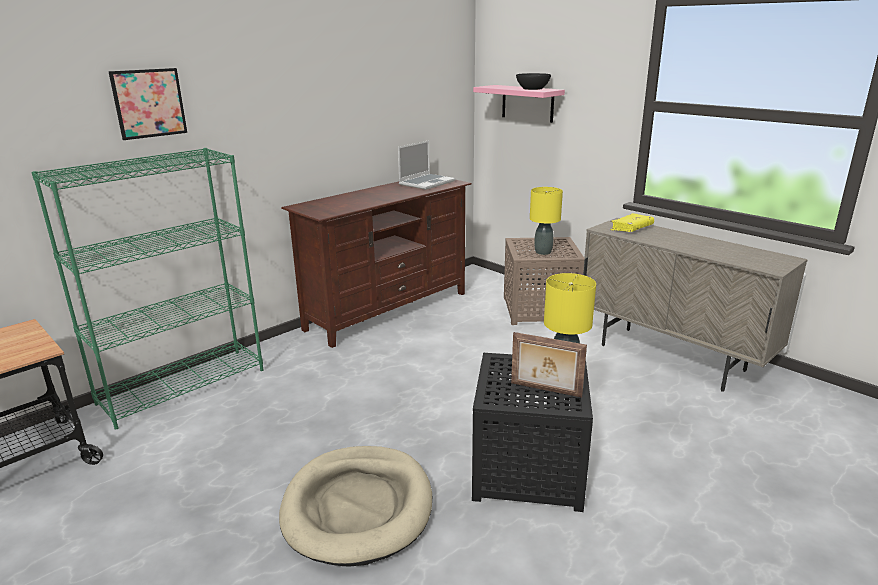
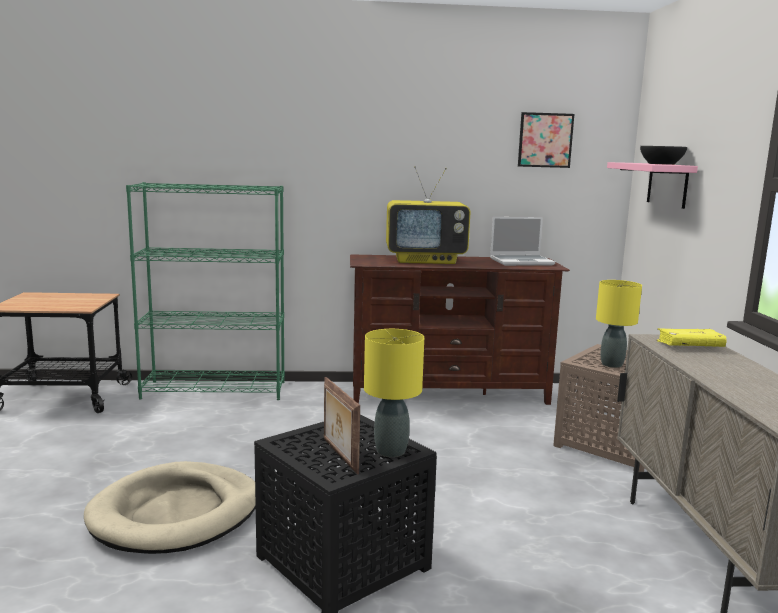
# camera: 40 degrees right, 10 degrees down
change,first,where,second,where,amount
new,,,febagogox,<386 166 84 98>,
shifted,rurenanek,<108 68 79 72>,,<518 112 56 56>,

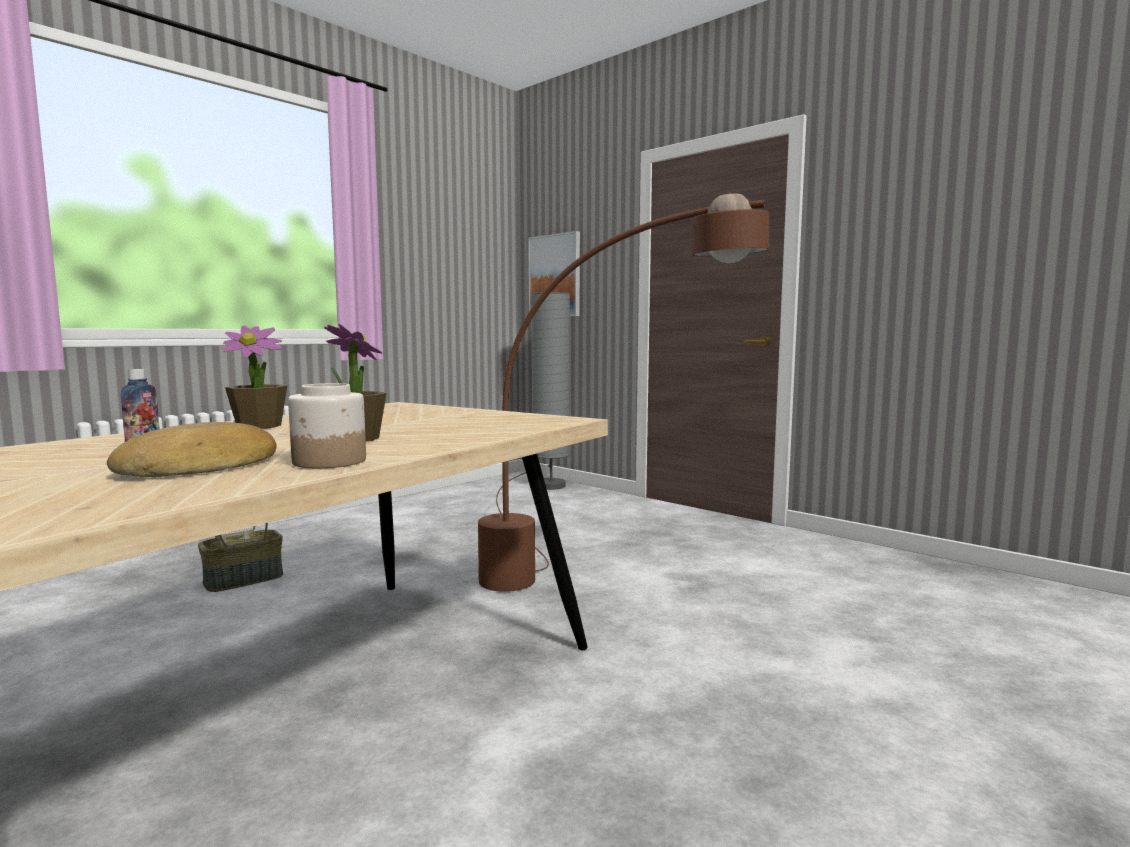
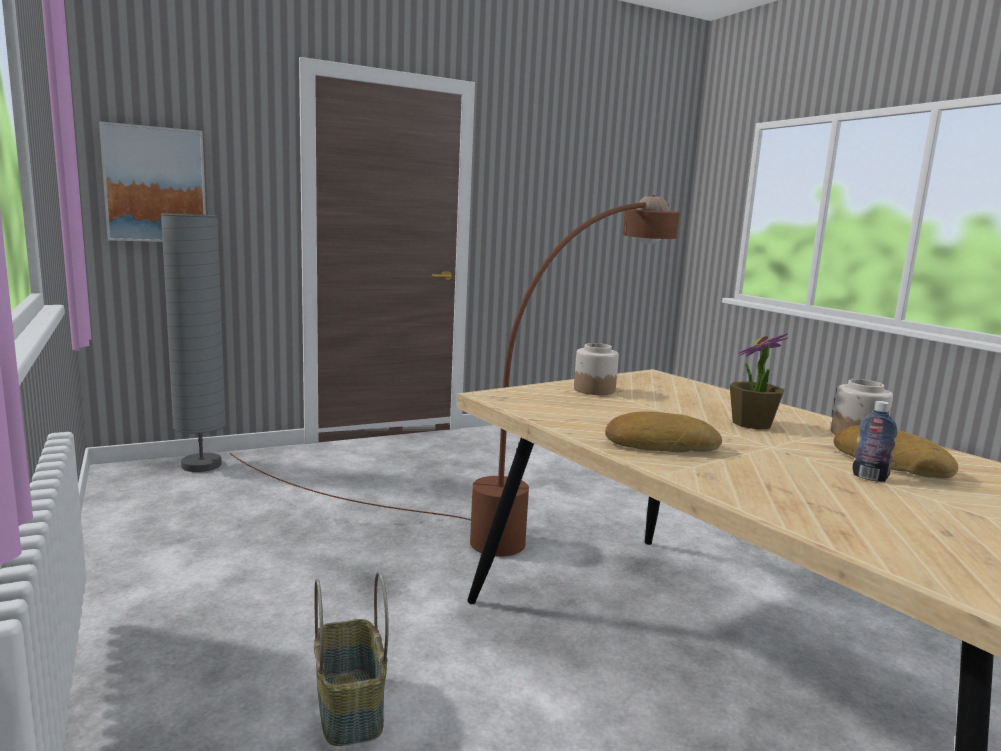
# camera: 70 degrees left, 5 degrees up
change,first,where,second,where,amount
new,,,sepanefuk,<574 343 45 52>,
swapped,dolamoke,<223 325 65 104>,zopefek,<605 411 117 41>,

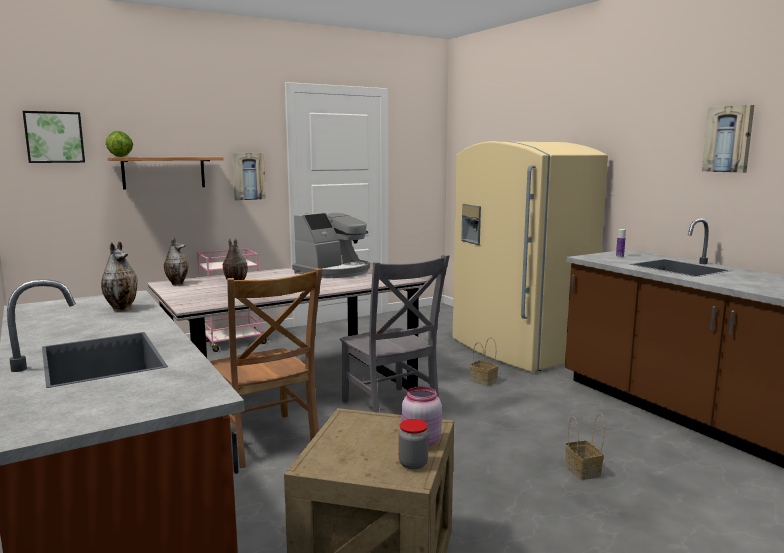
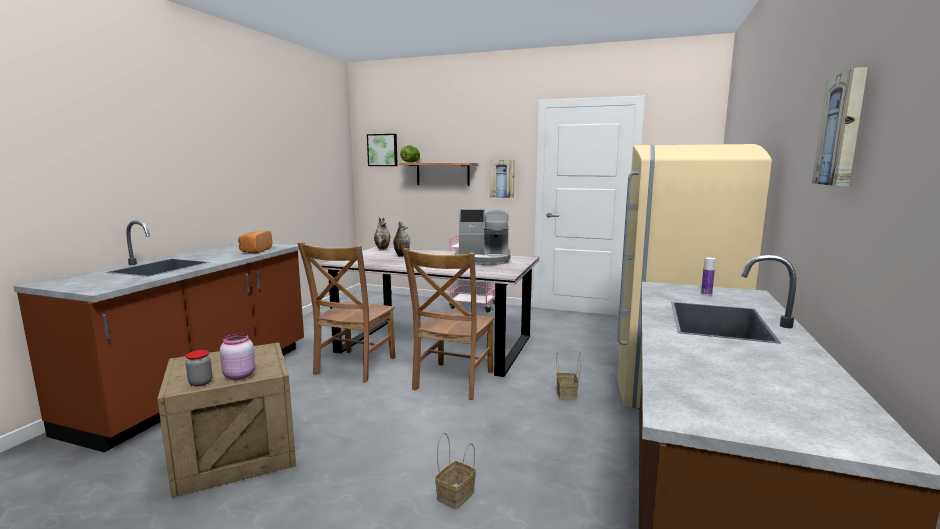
# camera: 50 degrees right, 0 degrees up
change,first,where,second,where,amount
swapped,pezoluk,<101 241 37 70>,zopefek,<238 230 34 23>,
repainted,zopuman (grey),<339 255 111 158>,zopuman (brown),<402 248 93 152>,

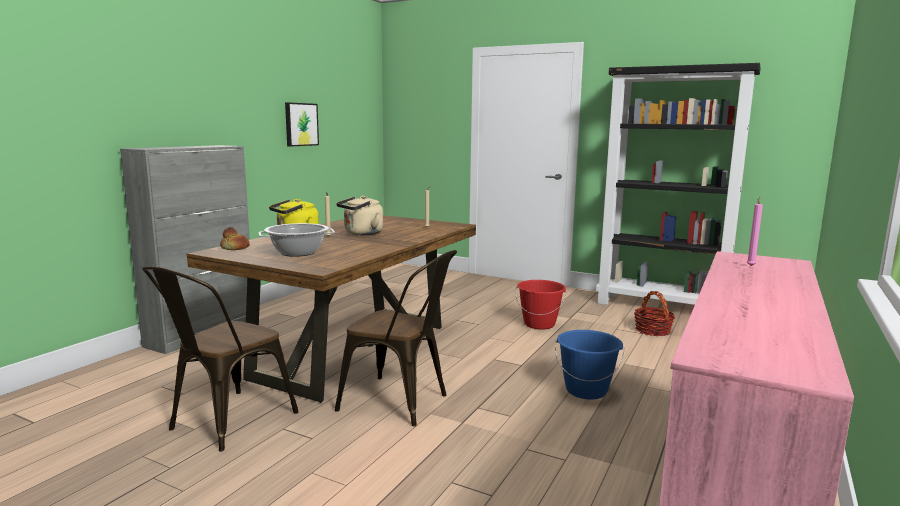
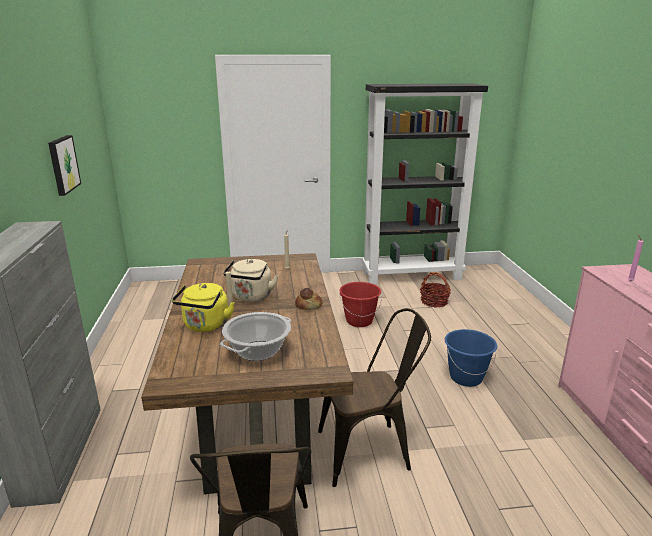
# camera: 35 degrees left, 10 degrees up
change,first,where,second,where,amount
shifted,zopefek,<220 227 30 23>,,<295 288 27 22>,

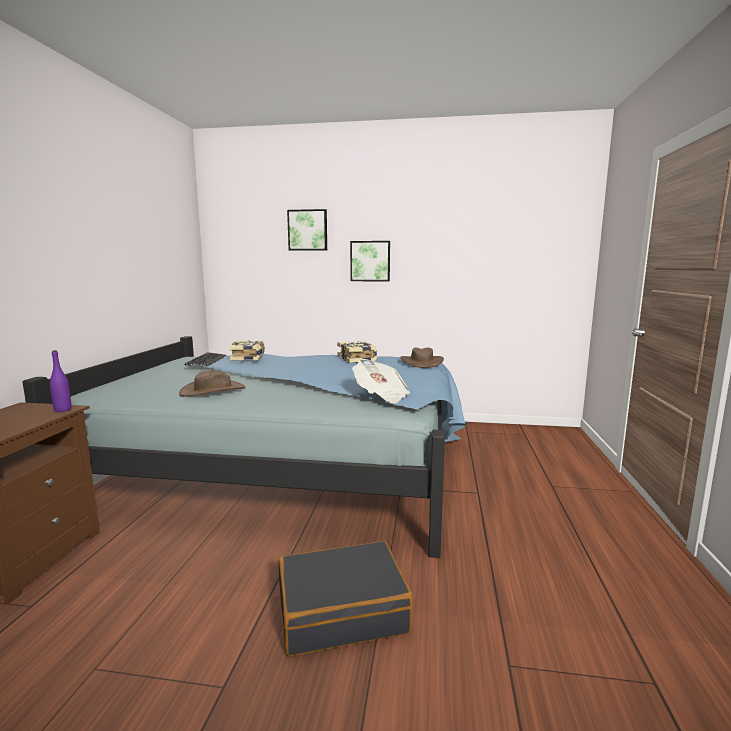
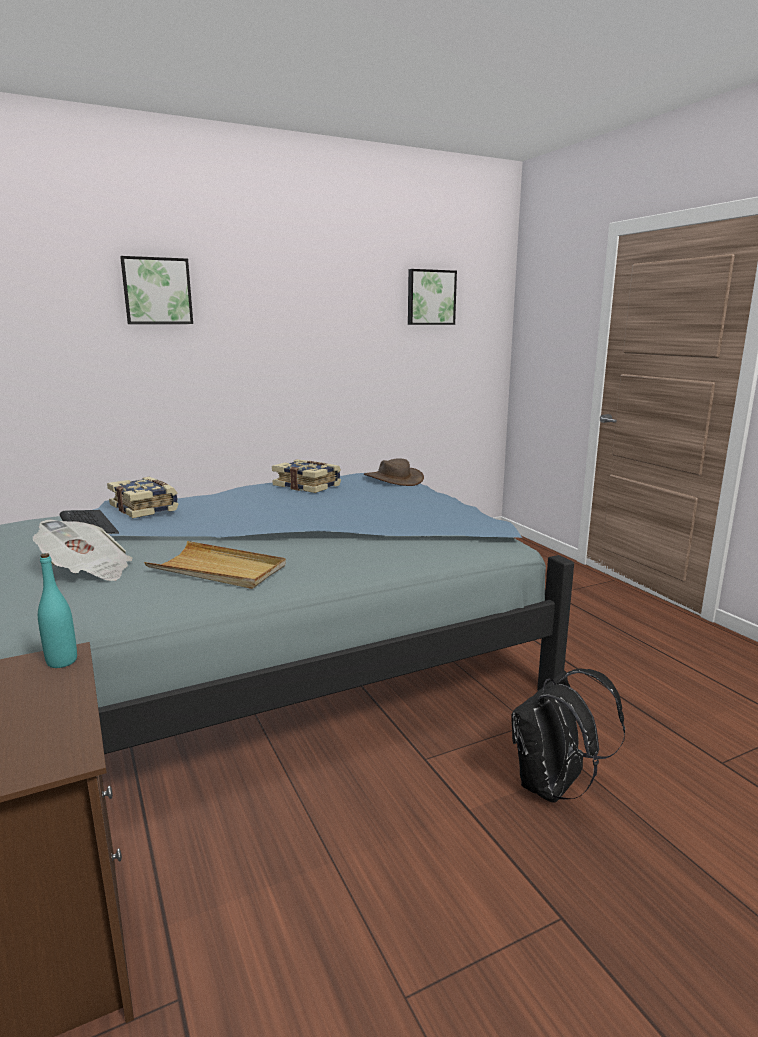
# camera: 35 degrees left, 5 degrees up
change,first,where,second,where,amount
shifted,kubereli,<352 359 58 45>,,<33 520 99 61>,
repainted,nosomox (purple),<50 350 21 62>,nosomox (turquoise),<38 553 39 115>,
swapped,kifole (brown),<179 370 67 27>,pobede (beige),<144 541 142 48>,
shifted,rurenanek,<350 241 40 40>,,<408 269 49 56>,
swapped,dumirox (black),<278 541 135 116>,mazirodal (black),<512 669 113 134>,

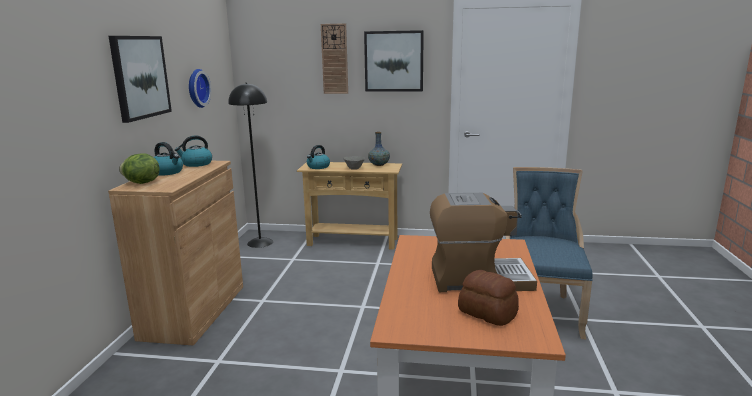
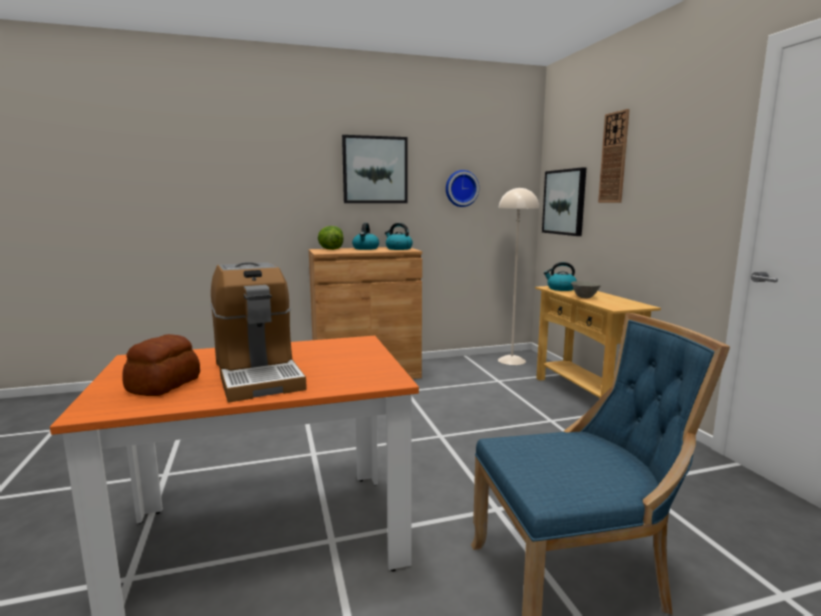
# camera: 65 degrees right, 5 degrees down
change,first,where,second,where,amount
repainted,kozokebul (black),<228 83 45 165>,kozokebul (beige),<498 187 41 178>,
shifted,rurenanek,<364 30 60 62>,,<542 168 44 68>,
gone,pezoluk,<368 132 22 34>,,,

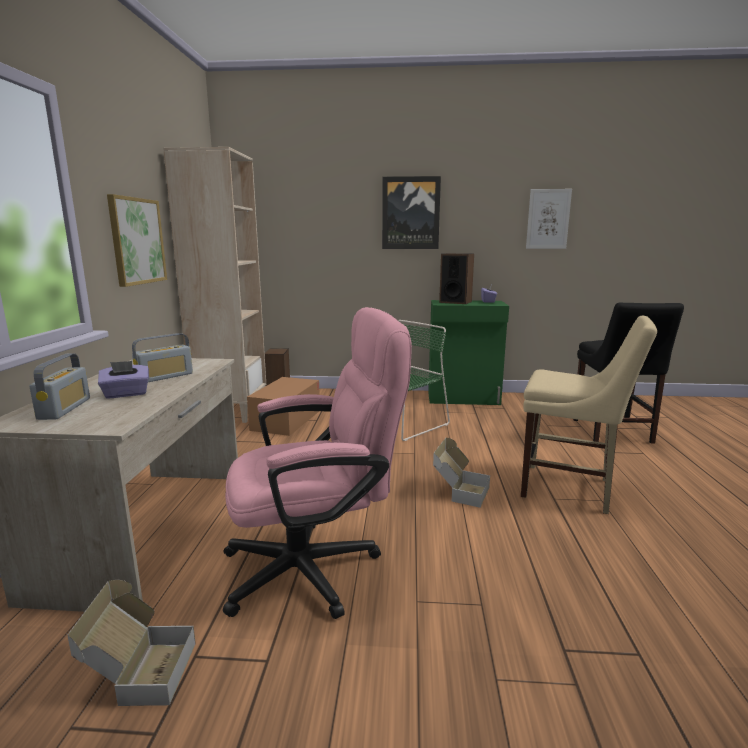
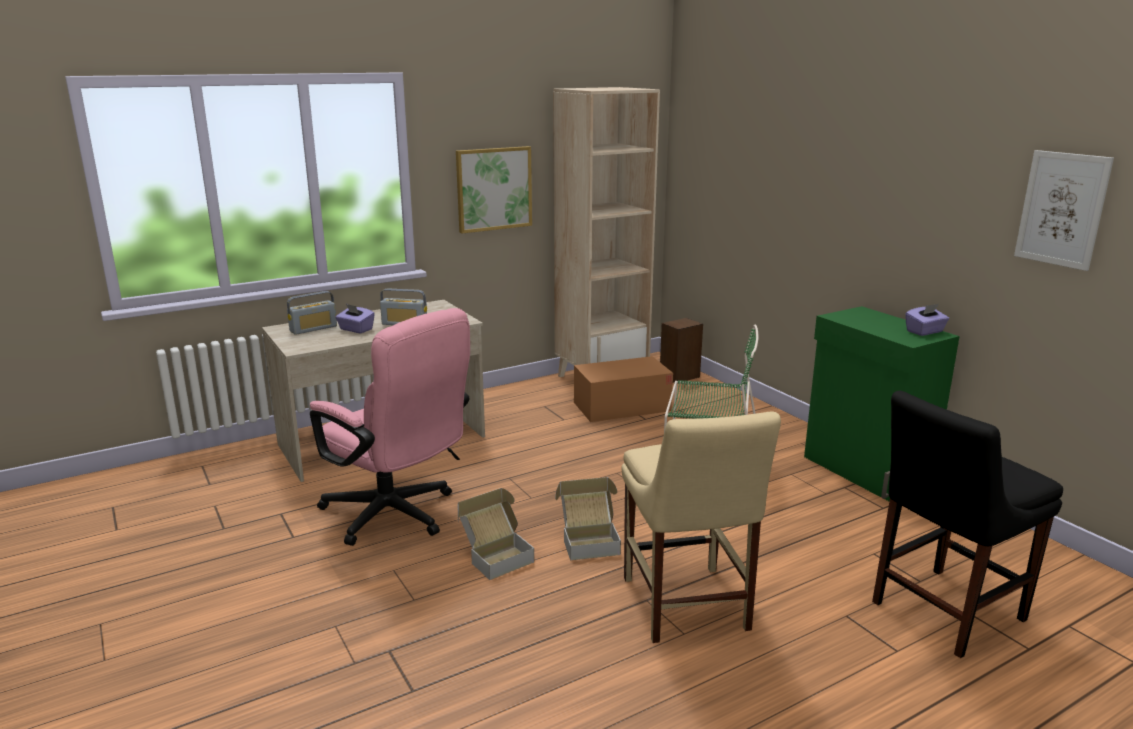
# camera: 55 degrees right, 5 degrees up
change,first,where,second,where,amount
shifted,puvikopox,<67 580 129 126>,,<458 488 76 92>,
gone,rurenanek,<382 176 59 73>,,,
gone,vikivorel,<439 253 35 51>,,,

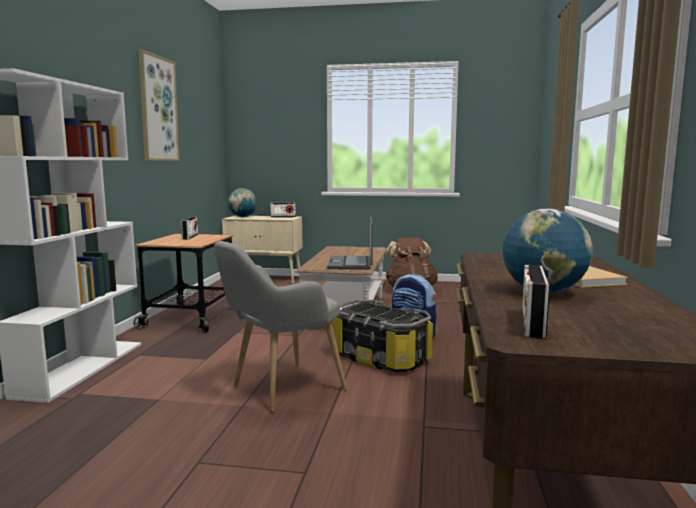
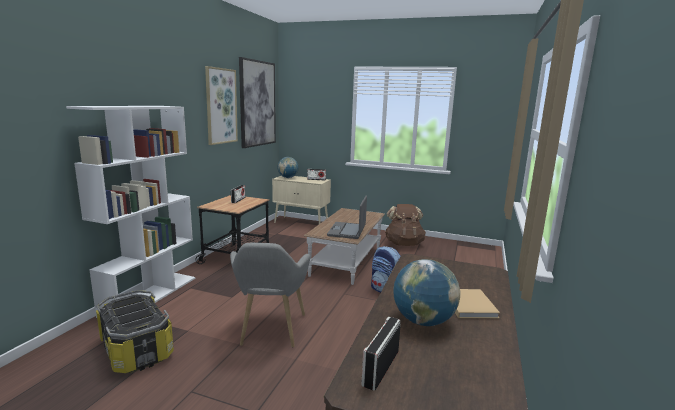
# camera: 10 degrees right, 5 degrees up
change,first,where,second,where,amount
shifted,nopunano,<333 300 100 72>,,<96 290 78 83>,
rotated,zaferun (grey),<214 241 133 171>,,<230 243 80 104>,60 degrees counterclockwise
new,,,rurenanek,<239 57 37 91>,

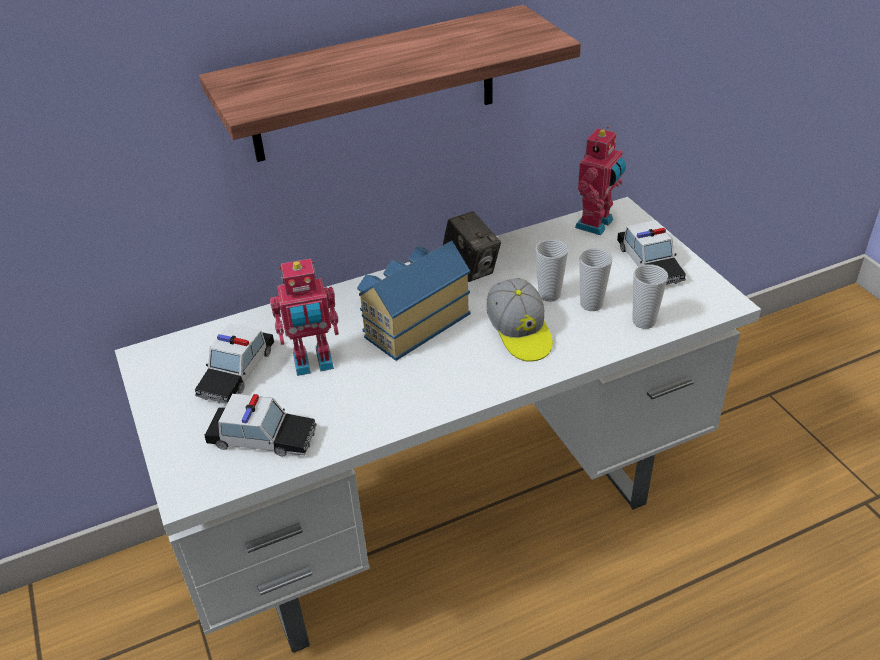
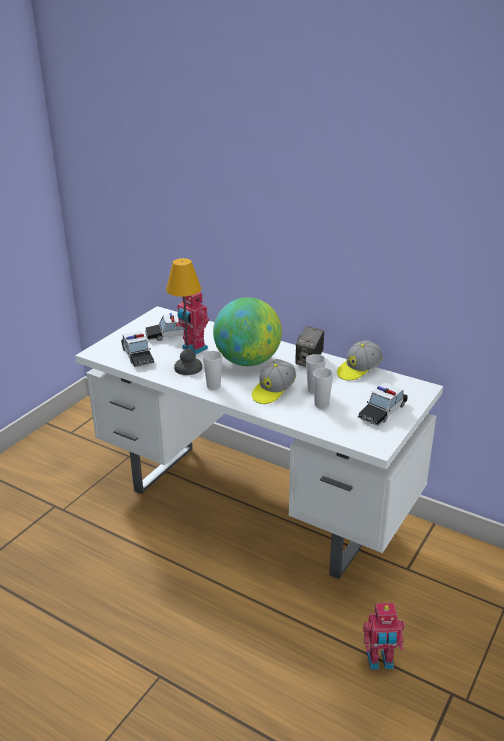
# camera: 55 degrees right, 10 degrees down
change,first,where,second,where,amount
new,,,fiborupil,<166 258 36 117>,
shifted,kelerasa,<632 264 36 65>,,<203 351 19 39>,
swapped,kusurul,<357 241 113 120>,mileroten,<213 297 69 69>,
new,,,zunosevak,<337 340 46 41>,
shifted,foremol,<575 126 51 109>,,<363 603 42 67>,
gone,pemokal,<199 5 382 157>,,,

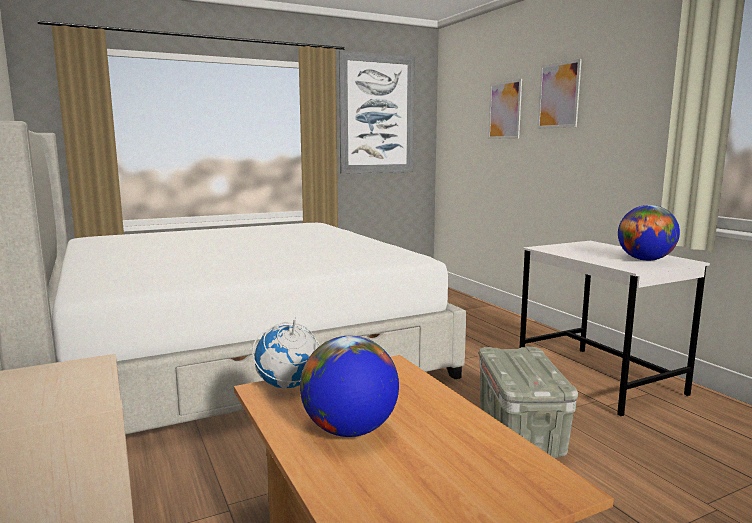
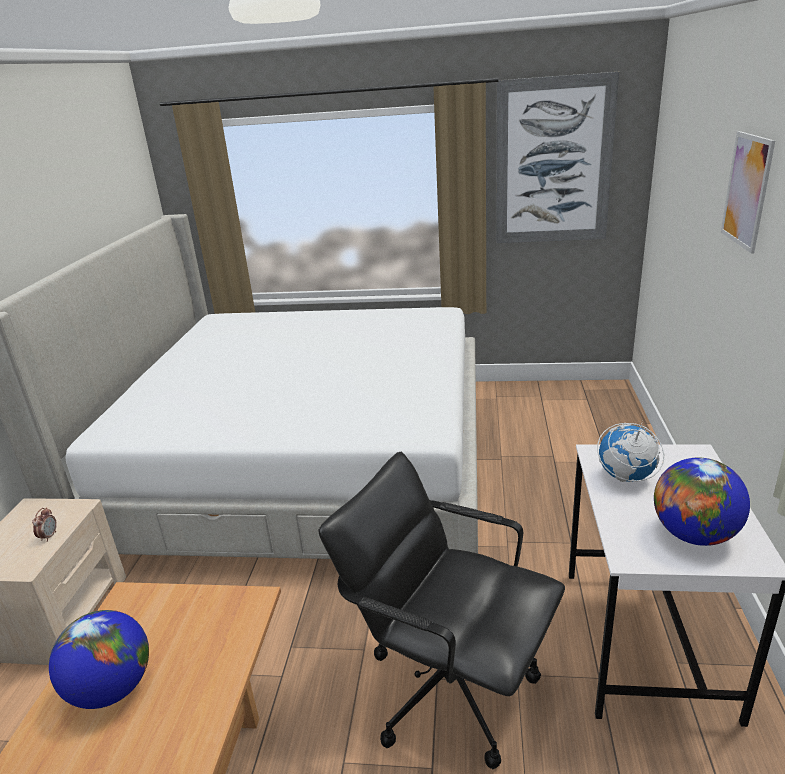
# camera: 35 degrees right, 15 degrees up
change,first,where,second,where,amount
new,,,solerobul,<32 507 25 35>,
swapped,nopunano (grey),<479 347 99 112>,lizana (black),<318 452 247 317>,
shifted,mileroten,<252 315 68 74>,,<597 421 67 61>,
gone,rurenanek,<488 79 34 60>,,,

